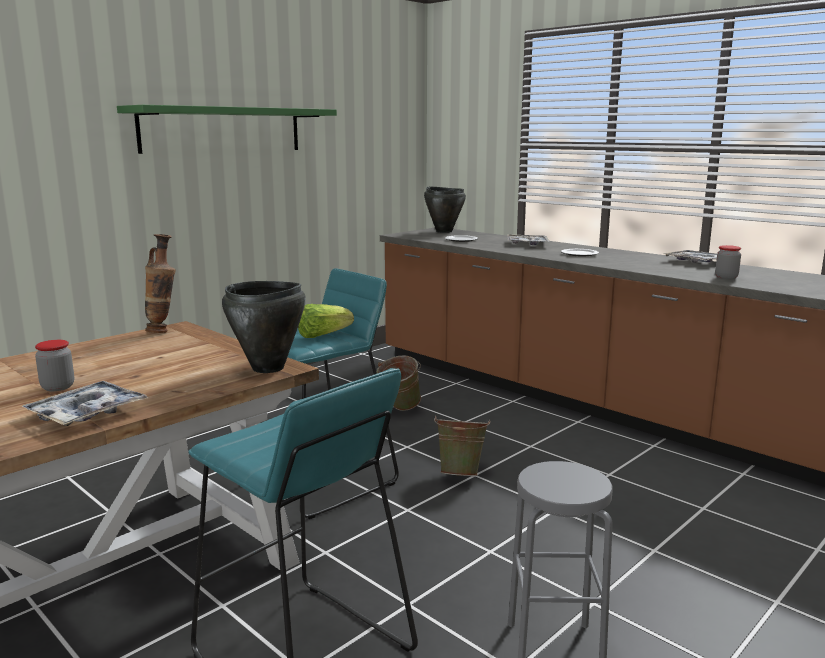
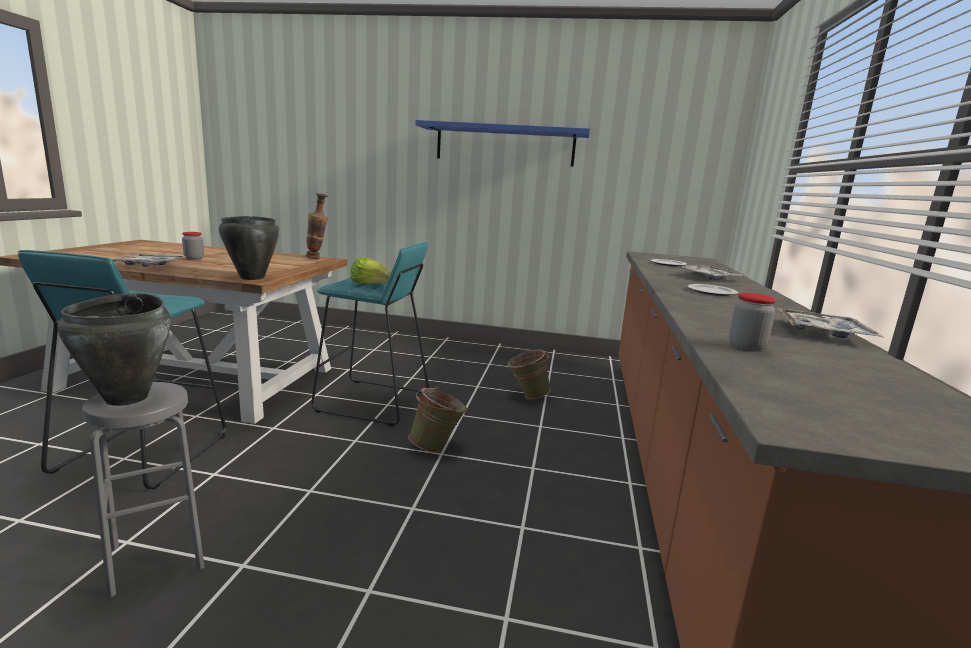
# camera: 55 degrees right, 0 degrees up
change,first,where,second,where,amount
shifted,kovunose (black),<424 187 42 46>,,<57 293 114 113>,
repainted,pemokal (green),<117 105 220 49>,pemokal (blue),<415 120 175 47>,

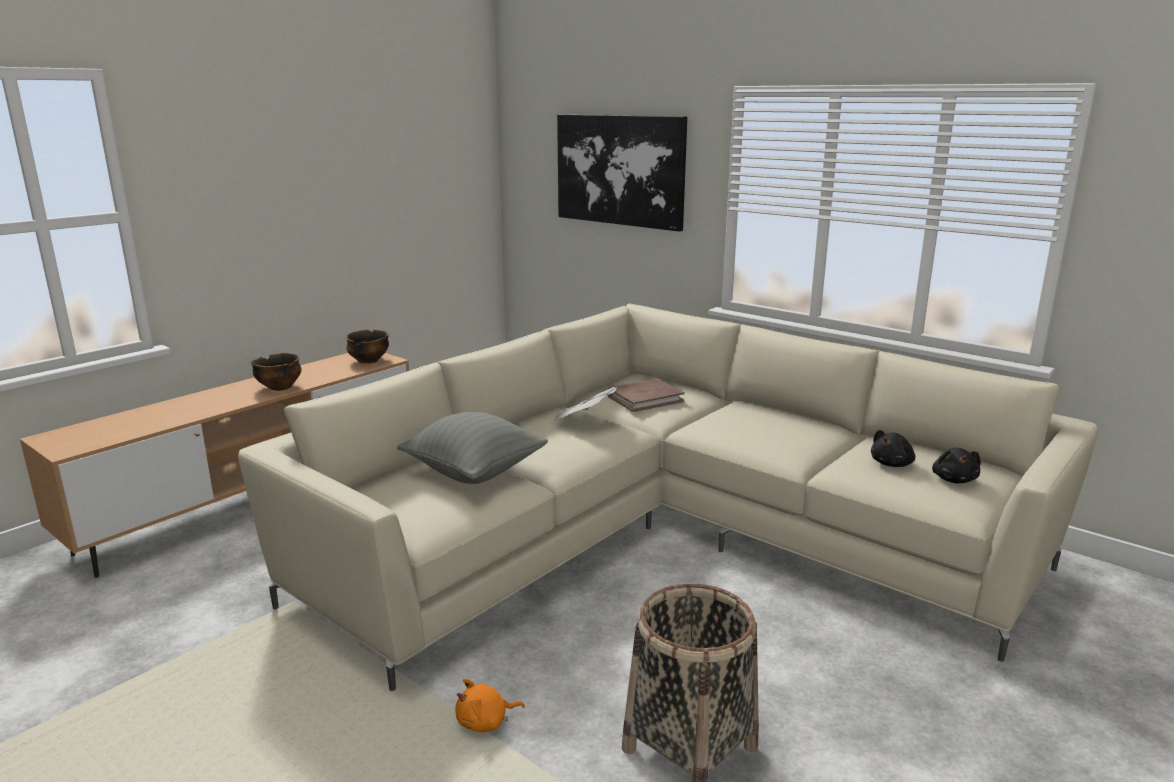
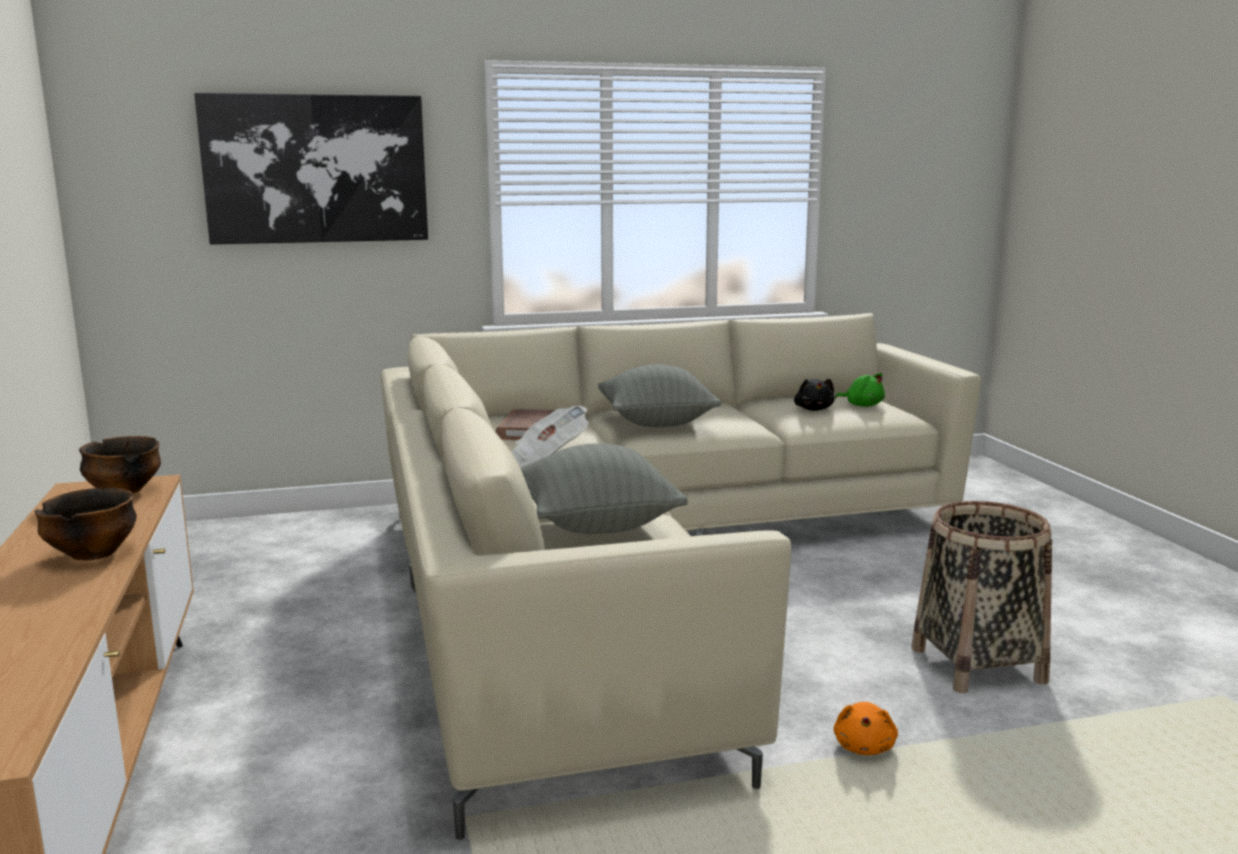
# camera: 55 degrees left, 5 degrees down
change,first,where,second,where,amount
new,,,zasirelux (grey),<598 364 123 63>,
repainted,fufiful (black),<932 448 49 35>,fufiful (green),<835 373 50 34>,

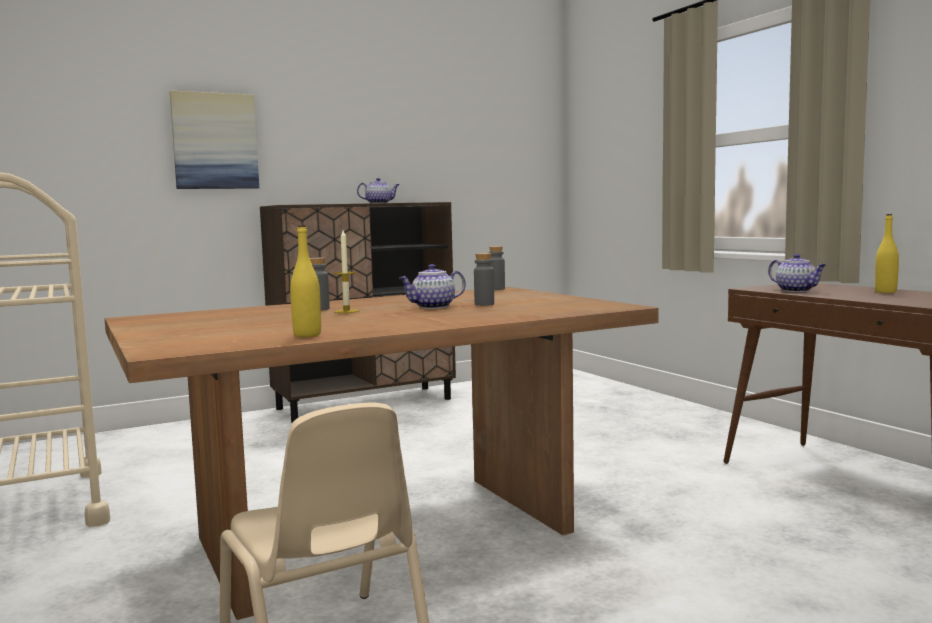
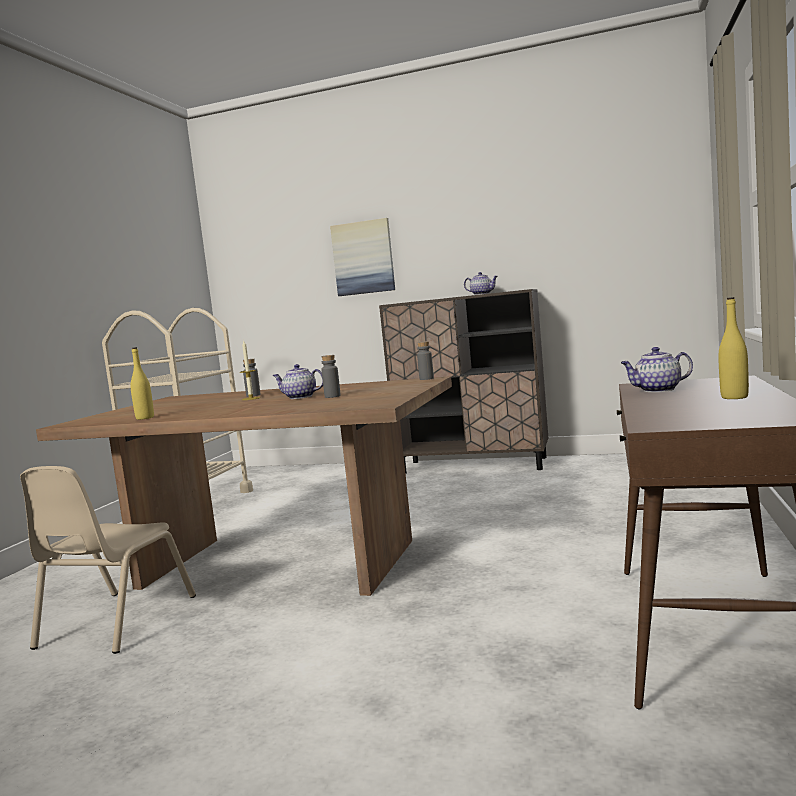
# camera: 45 degrees right, 0 degrees up
change,first,where,second,where,amount
rotated,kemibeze,<768 254 58 38>,,<621 347 72 45>,75 degrees clockwise

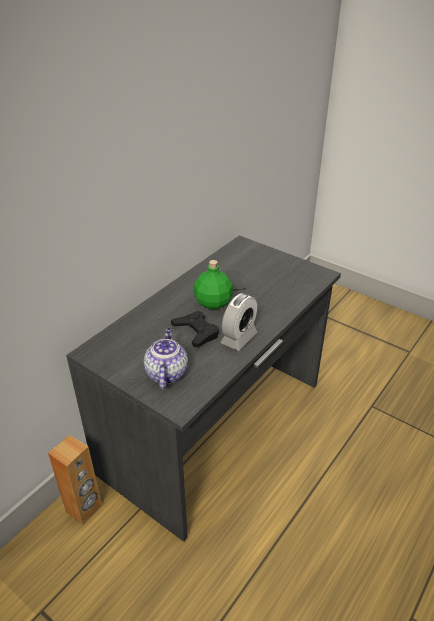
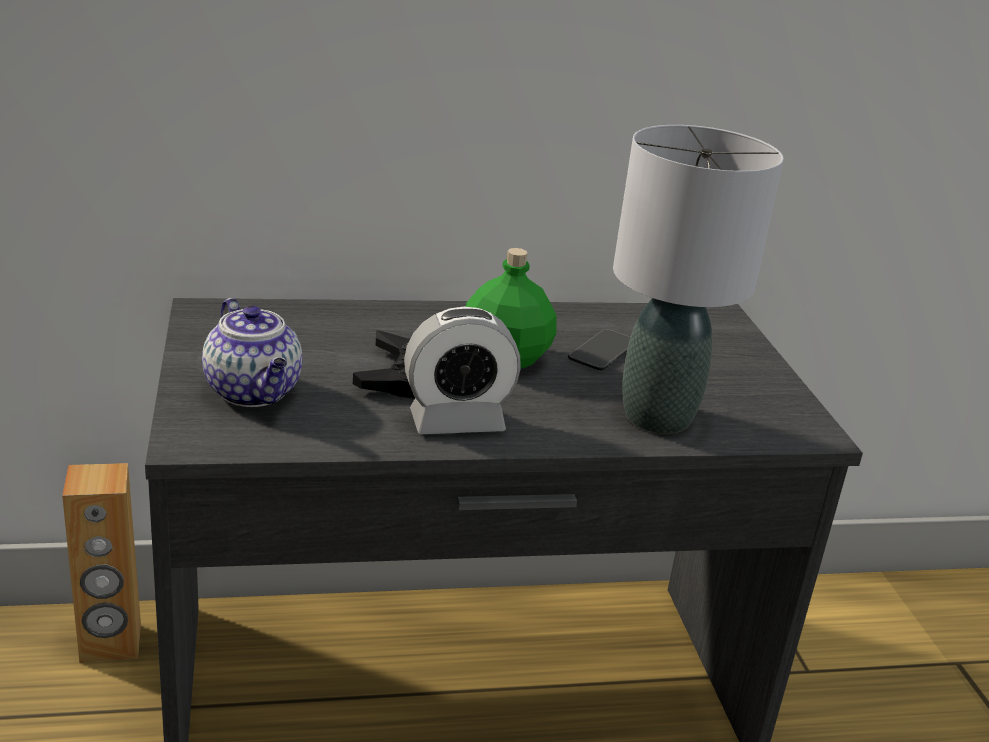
# camera: 40 degrees right, 10 degrees down
change,first,where,second,where,amount
rotated,kemibeze,<144 328 44 61>,,<202 298 101 109>,105 degrees clockwise
new,,,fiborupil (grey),<613 125 171 309>,

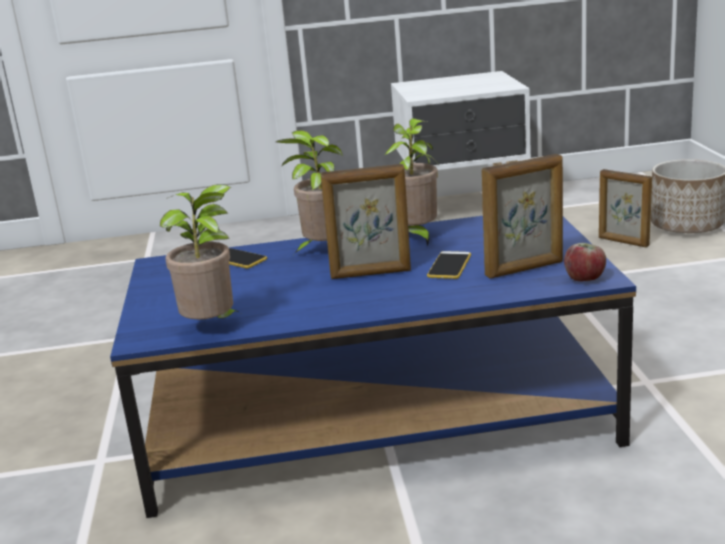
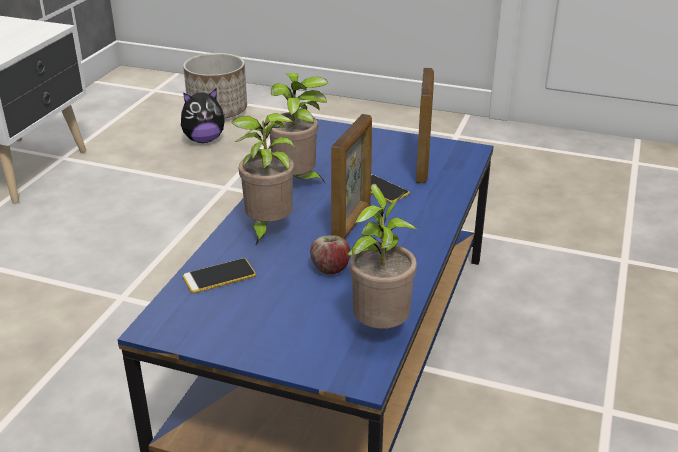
# camera: 65 degrees left, 10 degrees up
change,first,where,second,where,amount
swapped,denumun,<599 169 53 78>,fufiful,<181 89 44 54>,
shifted,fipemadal,<564 243 42 39>,,<310 235 40 39>,

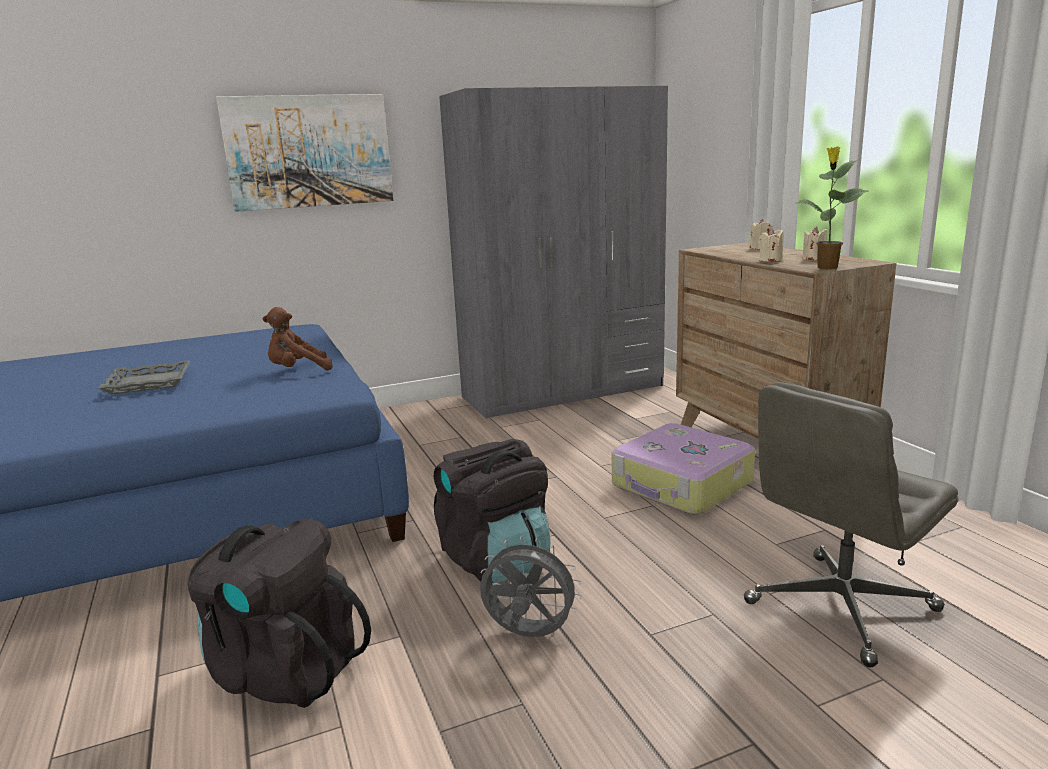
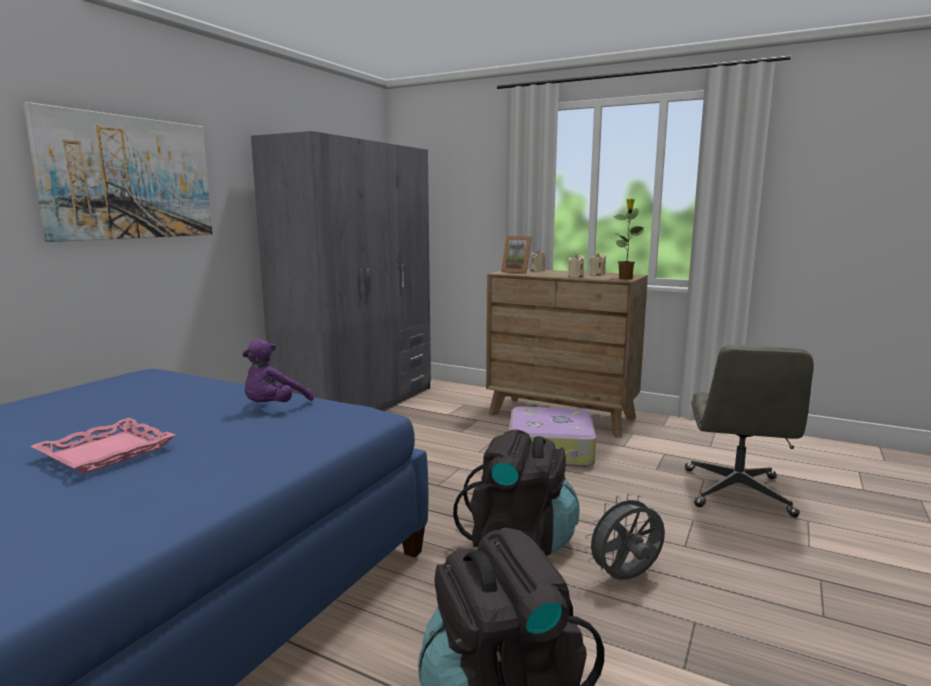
# camera: 40 degrees left, 5 degrees down
change,first,where,second,where,amount
repainted,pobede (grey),<98 360 93 34>,pobede (pink),<31 418 145 56>,
repainted,fufiful (brown),<262 307 71 63>,fufiful (purple),<242 339 72 63>,
new,,,denumun,<501 236 31 37>,

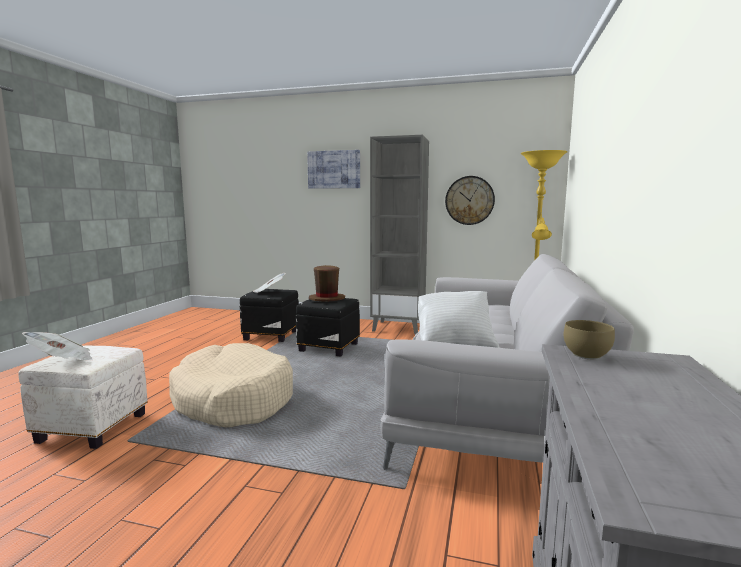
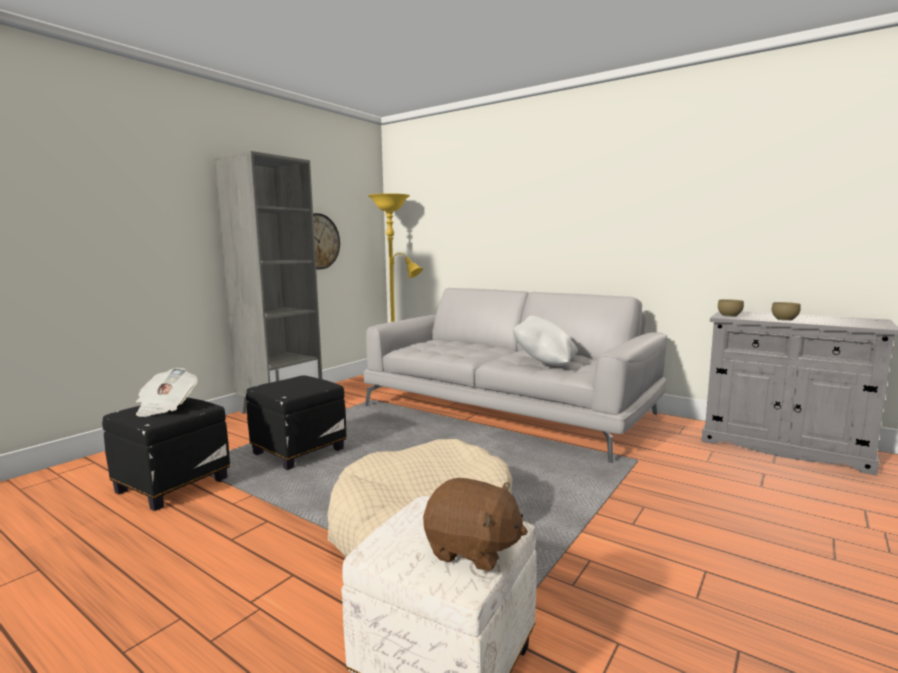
# camera: 70 degrees left, 0 degrees up
change,first,where,second,where,amount
swapped,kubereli,<22 332 71 29>,fufiful (brown),<423 478 105 93>,
new,,,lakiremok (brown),<772 302 29 19>,
gone,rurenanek,<307 150 53 39>,,,
gone,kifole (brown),<309 265 36 36>,,,

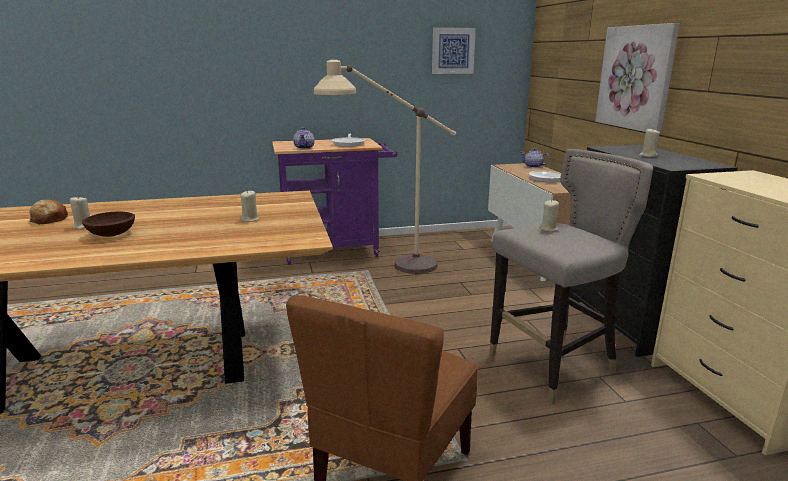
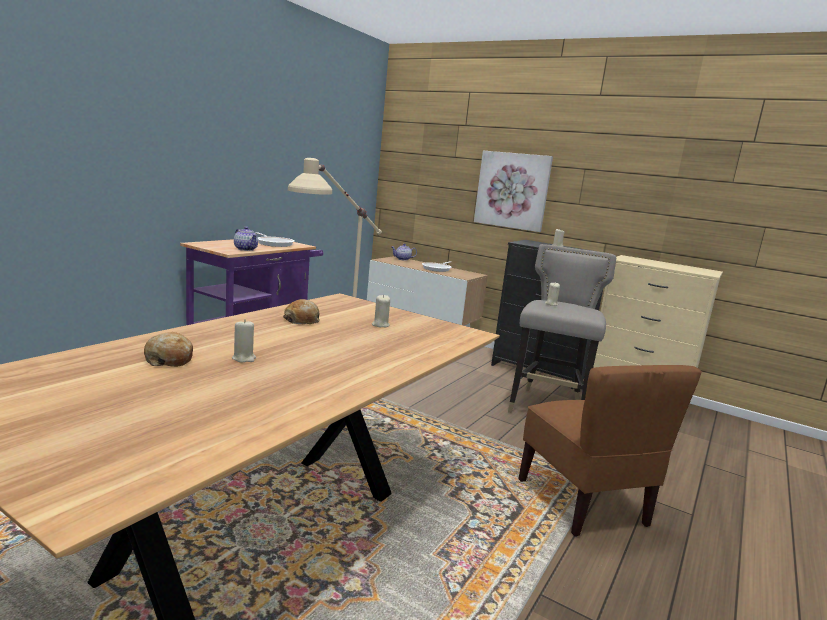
# camera: 45 degrees left, 5 degrees down
change,first,where,second,where,amount
new,,,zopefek,<283 299 37 25>,
gone,lakiremok (brown),<82 212 53 25>,,,
gone,rurenanek,<432 27 44 47>,,,

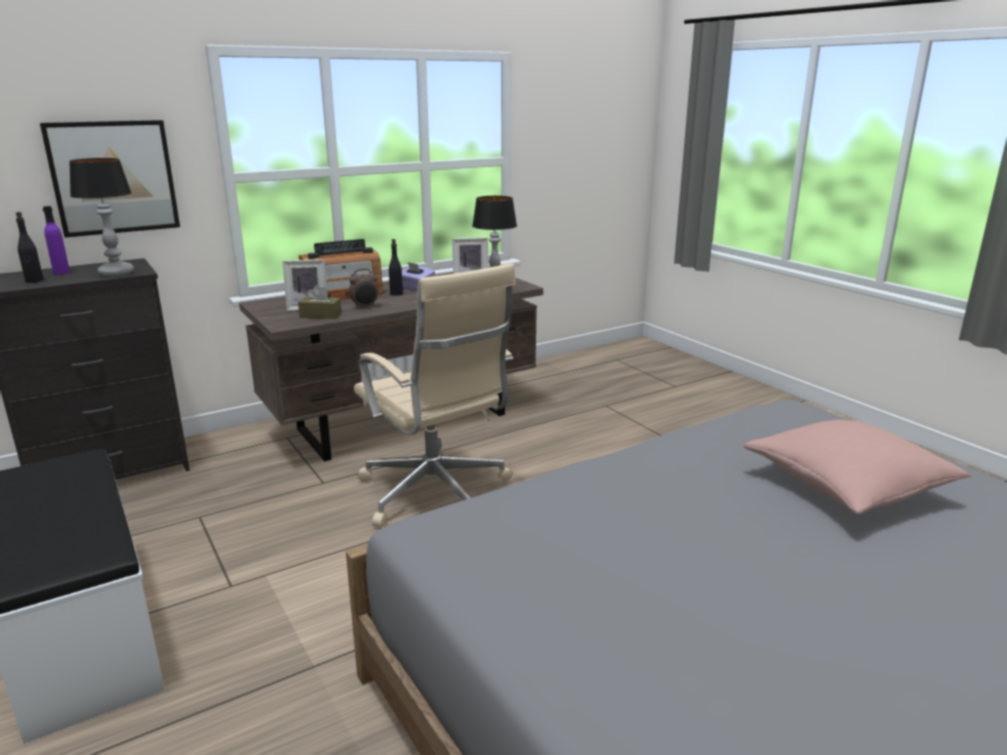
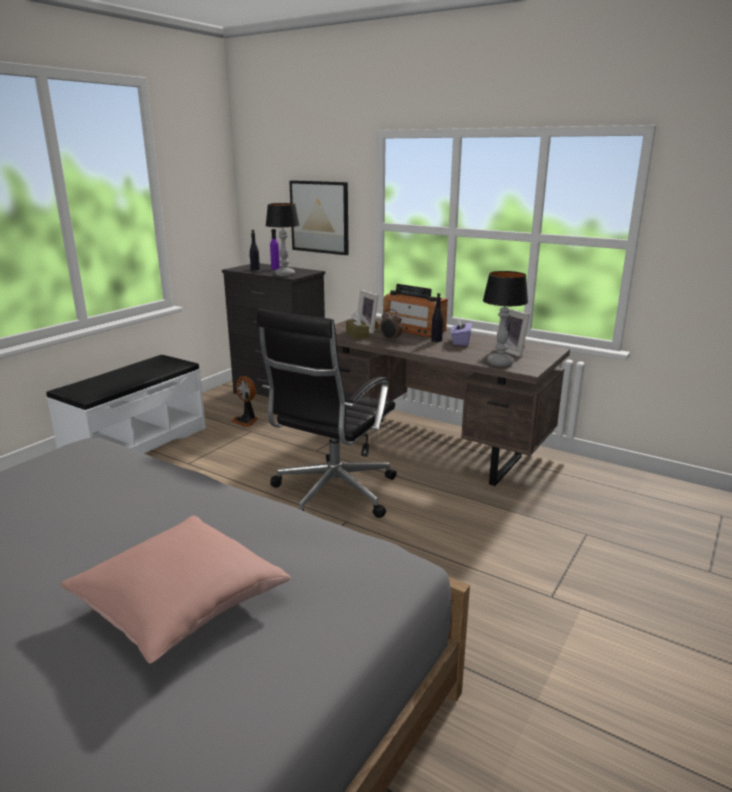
# camera: 65 degrees right, 0 degrees up
change,first,where,second,where,amount
new,,,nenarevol,<231 376 27 51>,
repainted,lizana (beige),<354 263 162 264>,lizana (black),<256 309 141 209>,

